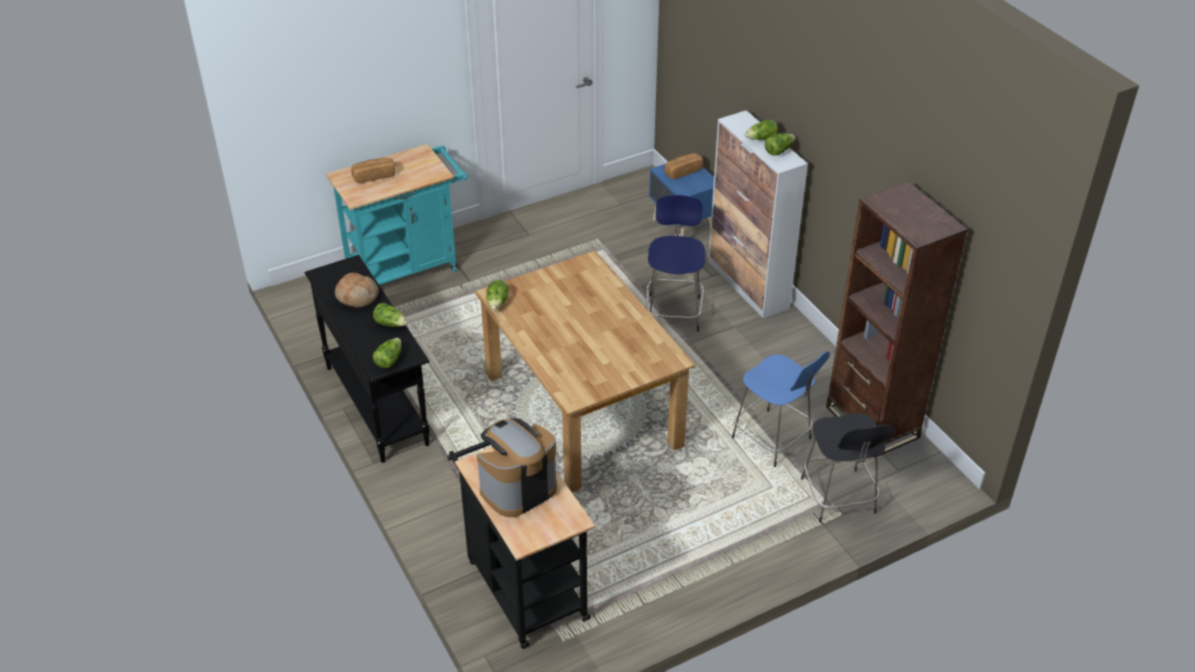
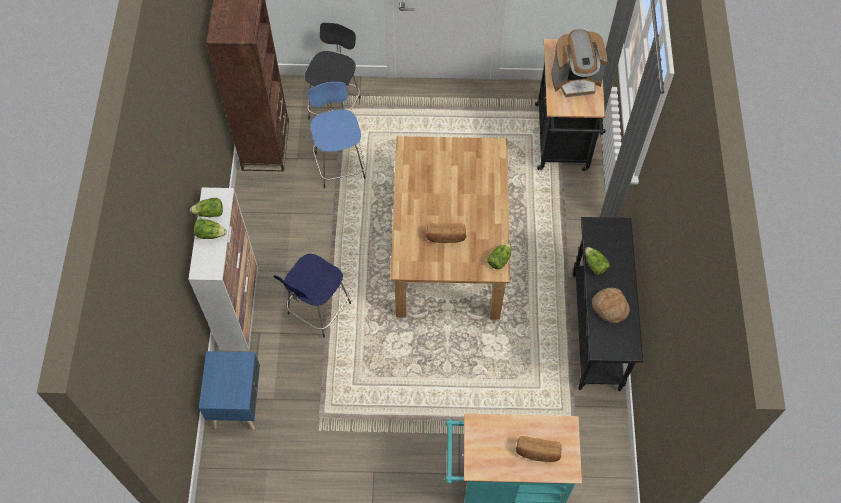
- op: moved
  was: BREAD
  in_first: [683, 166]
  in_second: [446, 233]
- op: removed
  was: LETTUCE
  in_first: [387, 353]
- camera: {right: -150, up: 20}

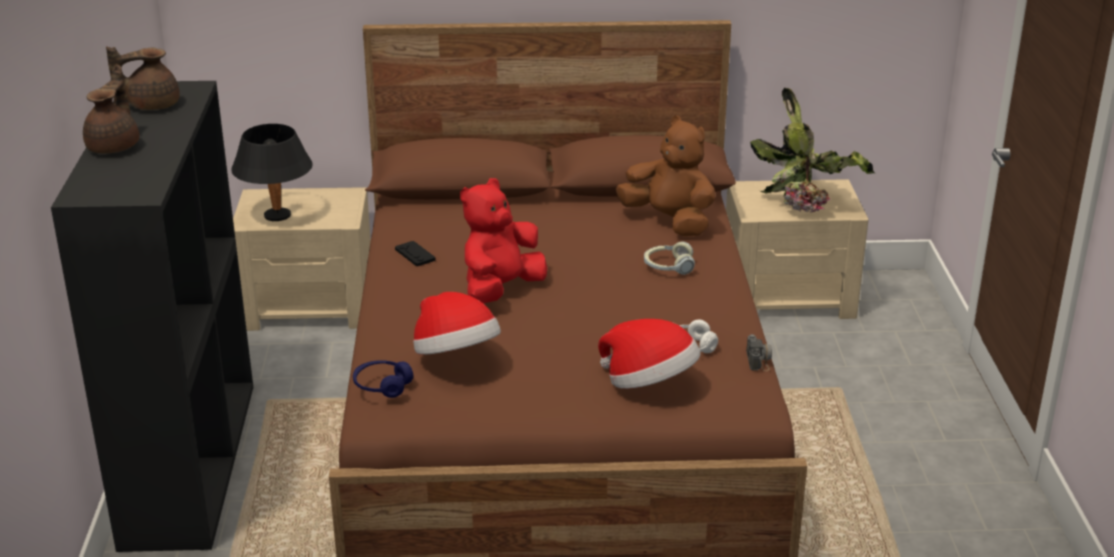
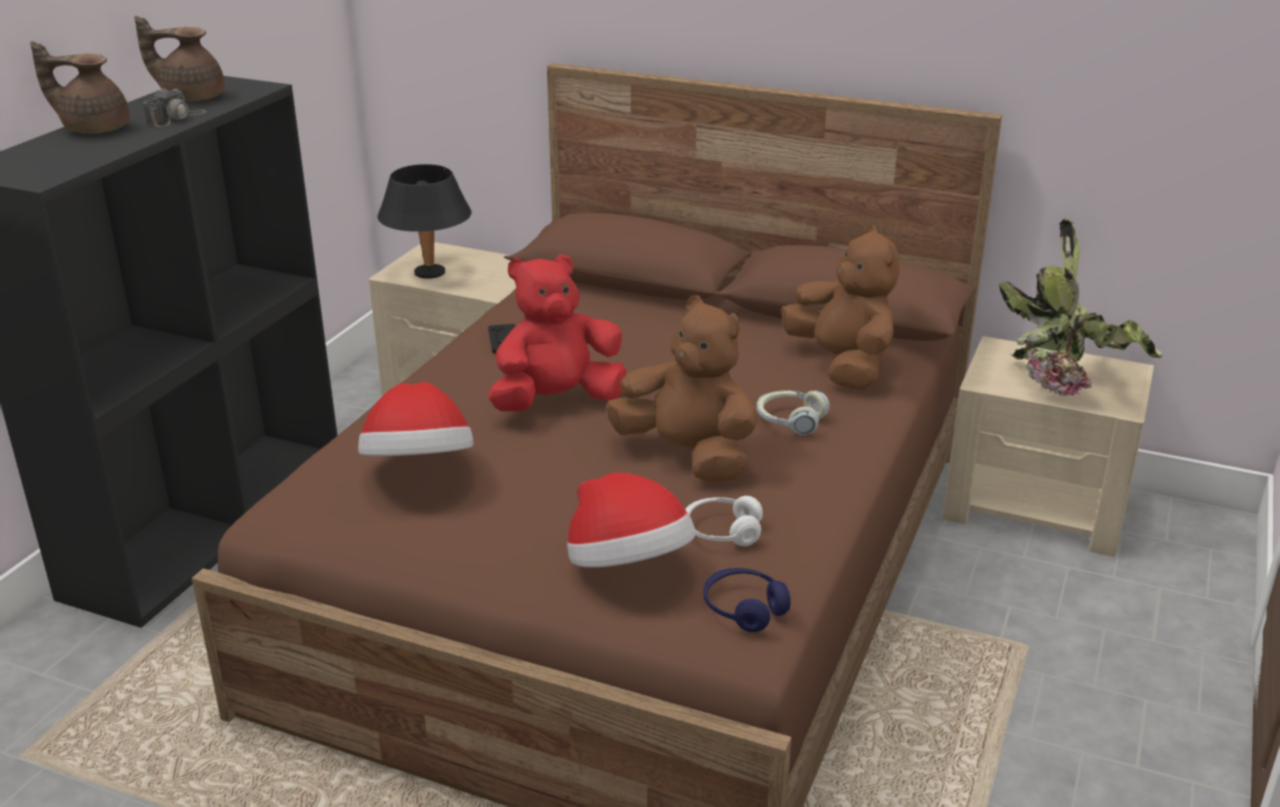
- op: turned
  was: BROWN TEAPOT
  in_first: [111, 109]
  in_second: [80, 87]
  clockwise: -120
- op: moved
  was: PHOTO CAMERA
  in_first: [759, 352]
  in_second: [174, 107]
- op: added
  now: BROWN PLUSH TOY
  in_second: [681, 388]
- op: moved
  was: BLUE HEADPHONES
  in_first: [383, 379]
  in_second: [747, 600]
- camera: {right: 25, up: 0}

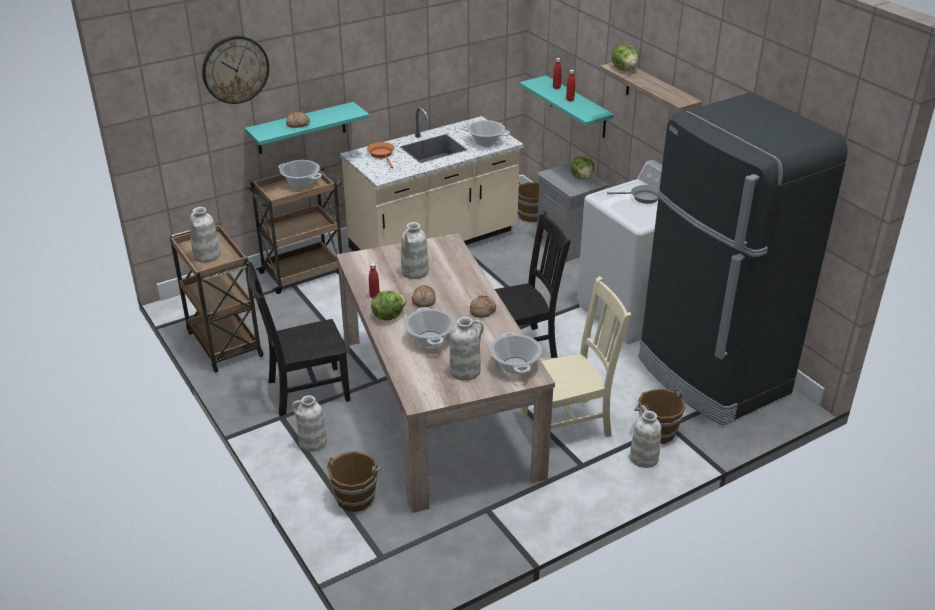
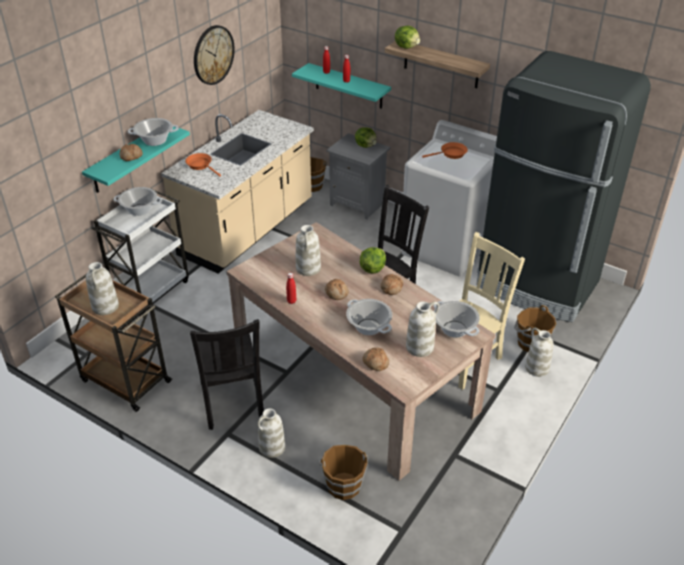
- op: recoloured
  was: BROWN CART
  now: WHITE CART
  in_first: [293, 230]
  in_second: [140, 254]
- op: moved
  was: COOKING POT
  in_first: [486, 133]
  in_second: [153, 132]
- op: turned
  was: BLACK CHAIR
  in_first: [298, 339]
  in_second: [227, 374]
  clockwise: -60
- op: moved
  was: WALL CLOCK
  in_first: [235, 70]
  in_second: [214, 55]
- op: moved
  was: LETTUCE
  in_first: [389, 305]
  in_second: [373, 260]
- op: added
  now: BREAD
  in_second: [375, 359]
- op: recoloured
  was: GREY FRYING PAN
  now: ORANGE FRYING PAN
  in_first: [633, 194]
  in_second: [445, 150]
- camera: {right: -25, up: 5}

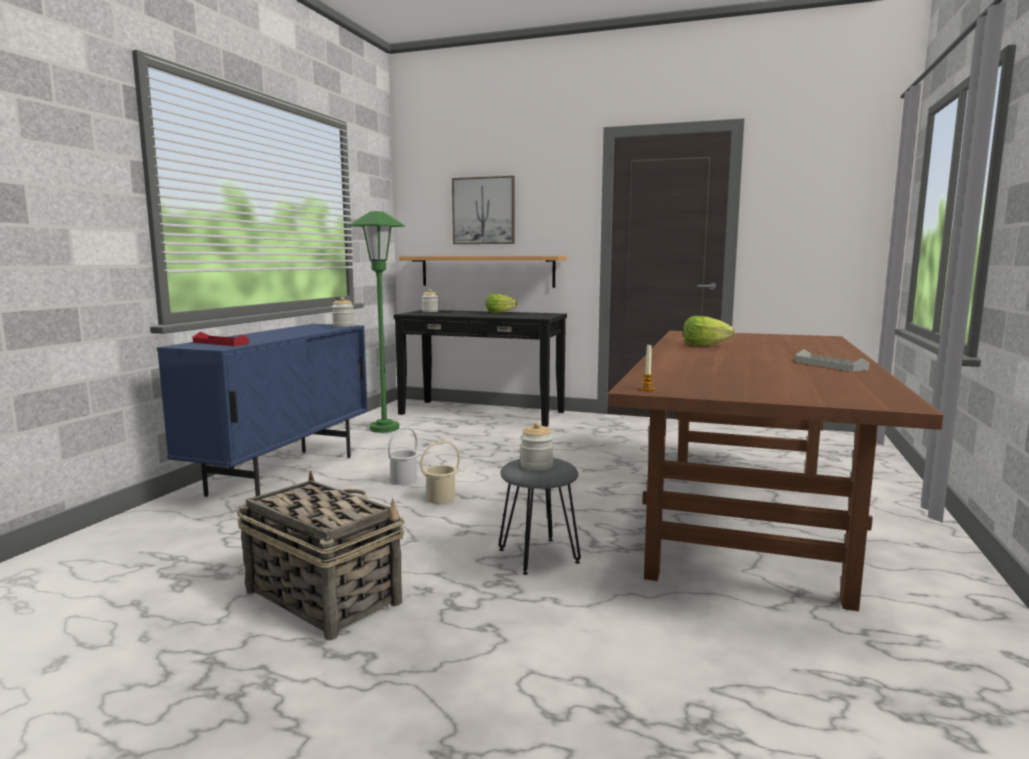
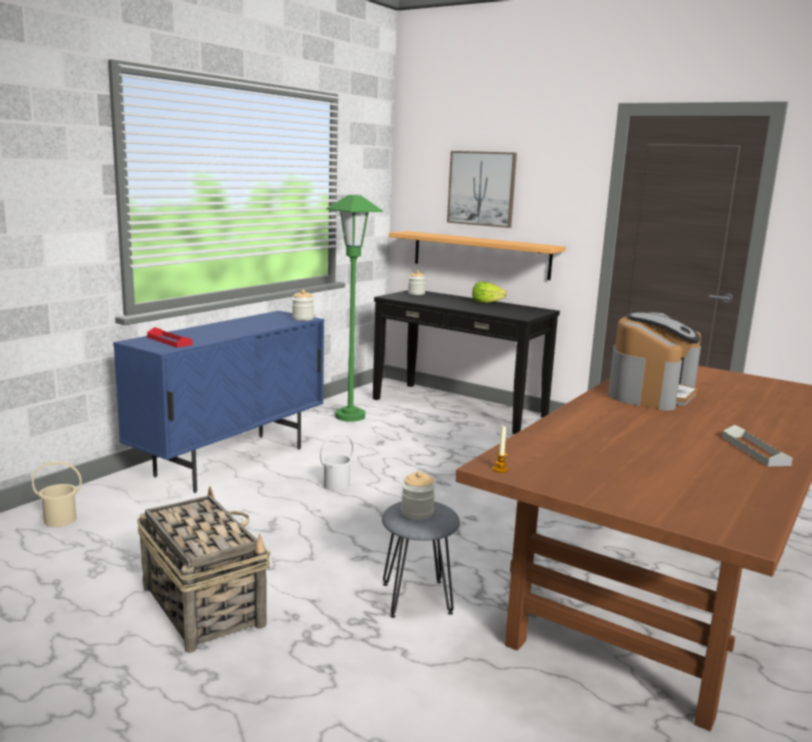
- op: moved
  was: BEIGE BUCKET
  in_first: [440, 472]
  in_second: [57, 494]
- op: replaced
  was: LETTUCE
  now: COFFEE MACHINE
  in_first: [708, 331]
  in_second: [654, 361]
- camera: {right: 15, up: 5}

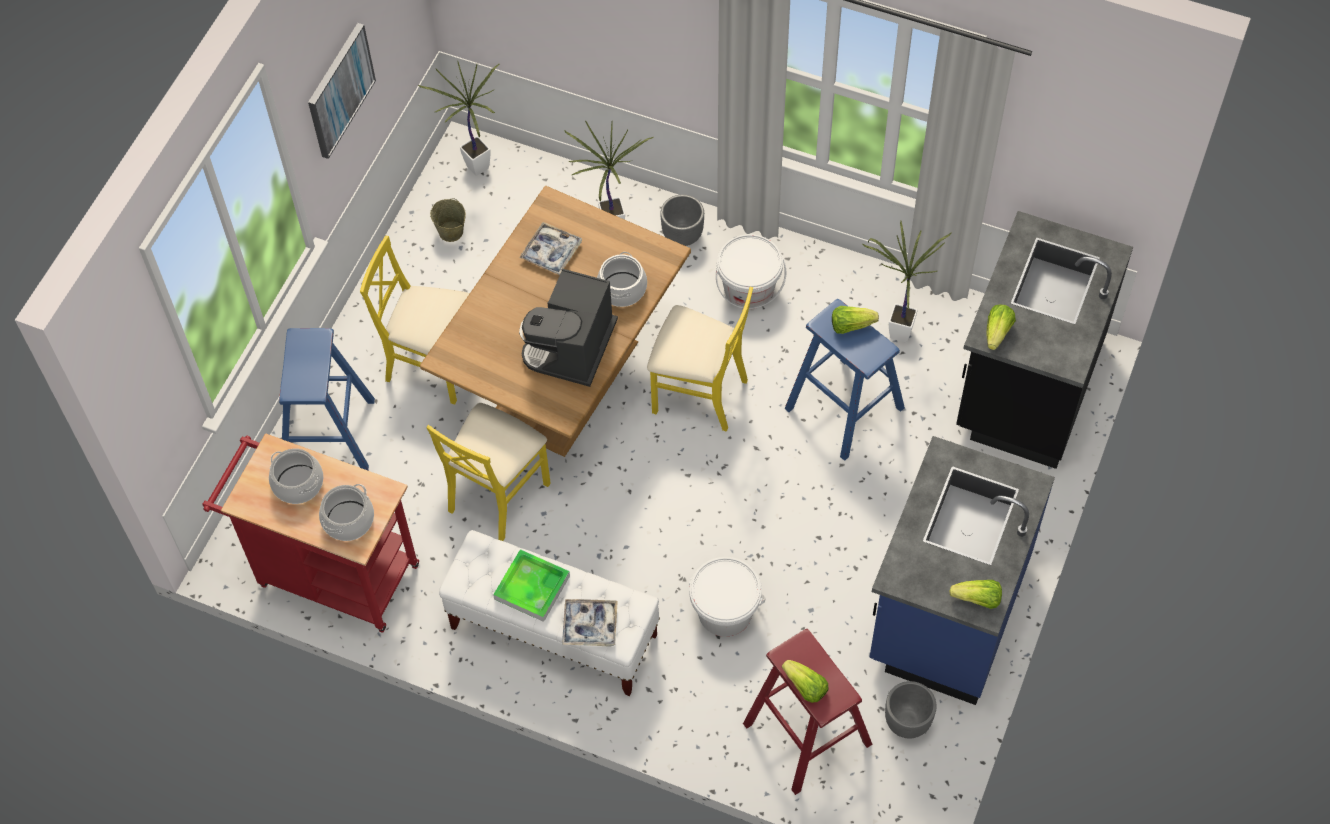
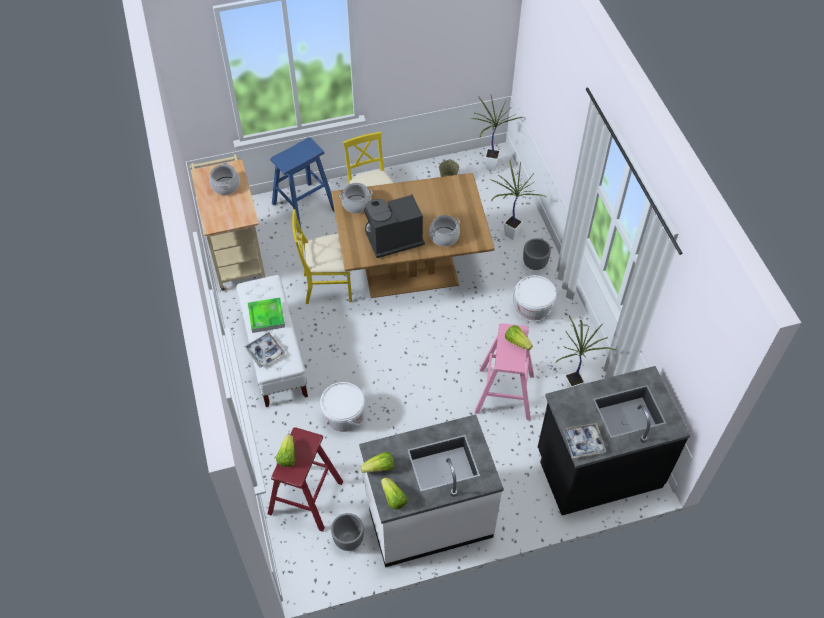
- op: recoloured
  was: RED CART
  now: BEIGE CART
  in_first: [310, 533]
  in_second: [228, 222]
- op: moved
  was: COOKING POT
  in_first: [346, 512]
  in_second: [356, 198]
- op: recoloured
  was: BLUE COUNTER
  now: WHITE COUNTER
  in_first: [962, 570]
  in_second: [431, 490]
- op: moved
  was: LETTUCE
  in_first: [1001, 327]
  in_second: [377, 462]
- op: recoloured
  was: BLUE STOOL
  now: PINK STOOL
  in_first: [845, 380]
  in_second: [504, 371]
- op: moved
  was: TRAY
  in_first: [550, 248]
  in_second: [584, 440]
- op: removed
  was: PICTURE
  in_first: [342, 91]
- op: removed
  was: YELLOW CHAIR
  in_first: [700, 359]
- camera: {right: 50, up: -5}

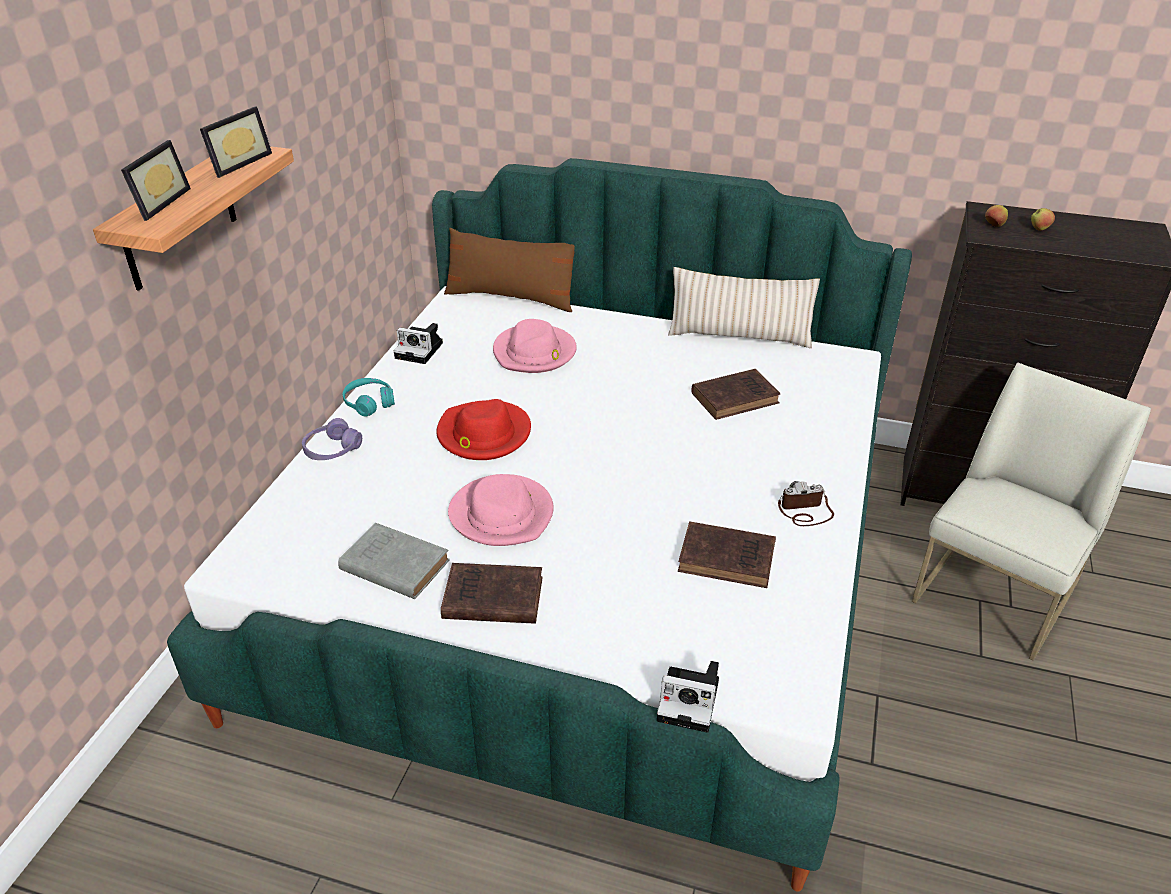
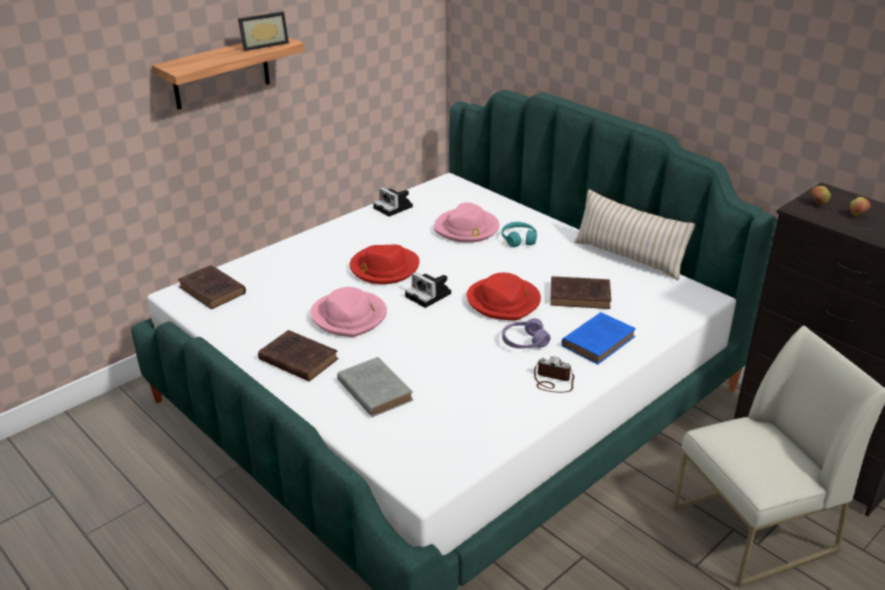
- op: moved
  was: BROWN BOOK
  in_first: [727, 554]
  in_second: [212, 287]
- op: moved
  was: GREY BOOK
  in_first: [394, 561]
  in_second: [375, 387]
- op: moved
  was: PHOTO CAMERA
  in_first: [688, 697]
  in_second: [428, 290]
- op: added
  now: RED HAT
  in_second: [504, 296]
- op: moved
  was: TURQUOISE HEADPHONES
  in_first: [369, 397]
  in_second: [519, 234]
- op: moved
  was: PURPLE HEADPHONES
  in_first: [332, 439]
  in_second: [526, 333]
- op: added
  now: BLUE BOOK
  in_second: [598, 338]
- op: removed
  was: PICTURE FRAME
  in_first: [156, 180]
- op: removed
  was: BROWN PILLOW
  in_first: [509, 270]
- camera: {right: 30, up: -5}

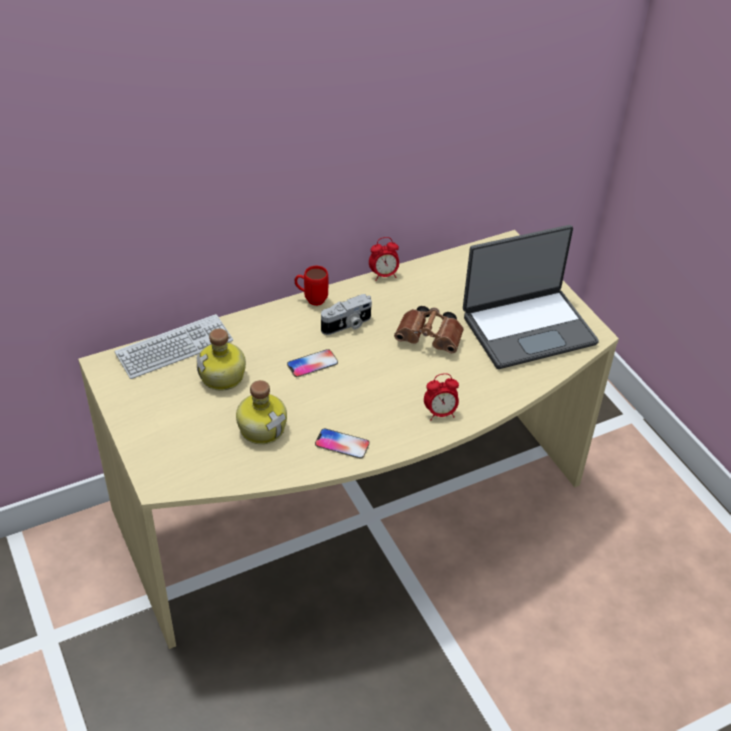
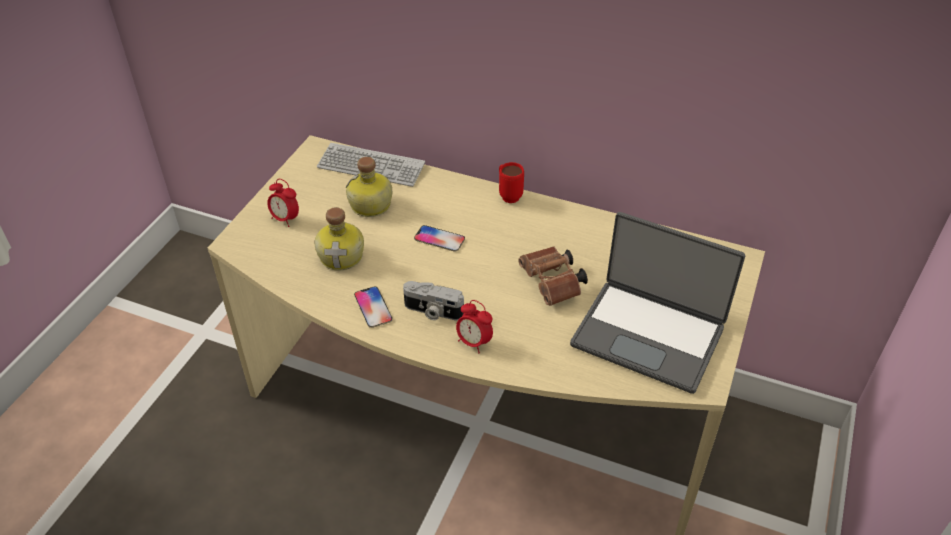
- op: moved
  was: ALARM CLOCK
  in_first: [384, 259]
  in_second: [283, 203]
- op: moved
  was: PHOTO CAMERA
  in_first: [346, 314]
  in_second: [433, 300]
- camera: {right: 50, up: 0}

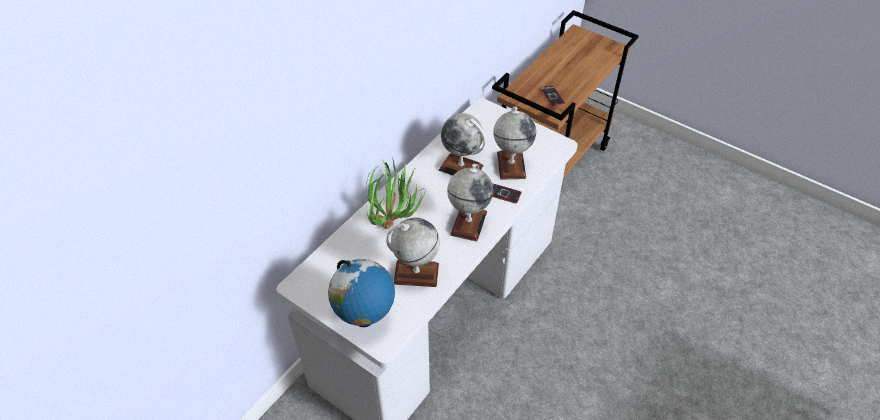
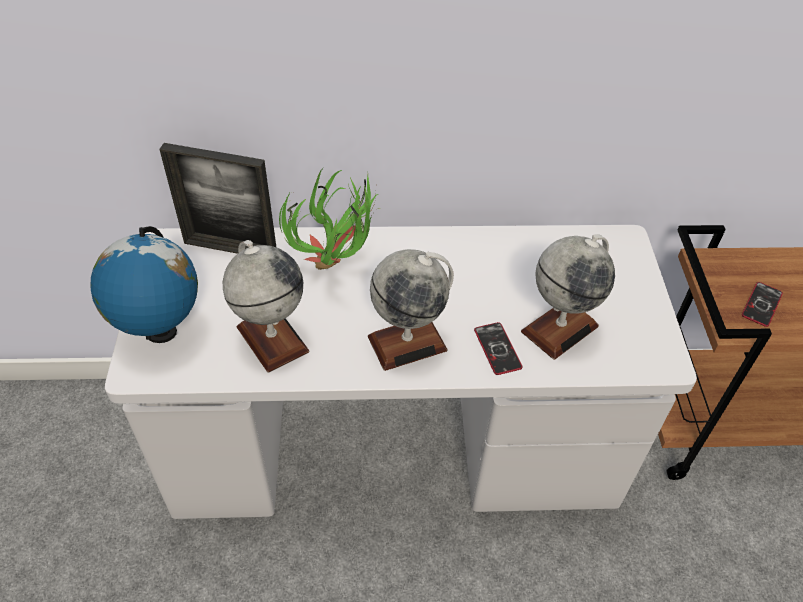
- op: added
  now: PICTURE FRAME
  in_second: [217, 198]
- op: removed
  was: GLOBE
  in_first: [462, 144]
- camera: {right: 50, up: 0}

